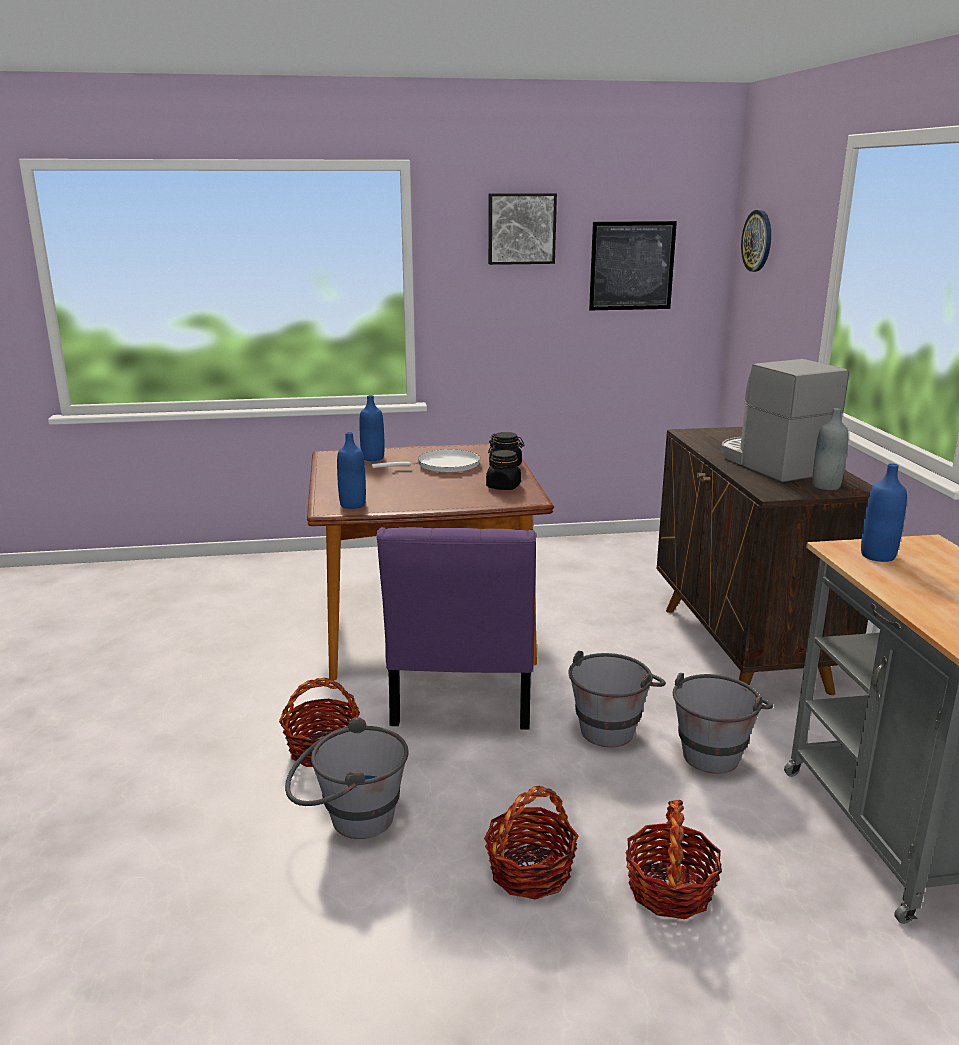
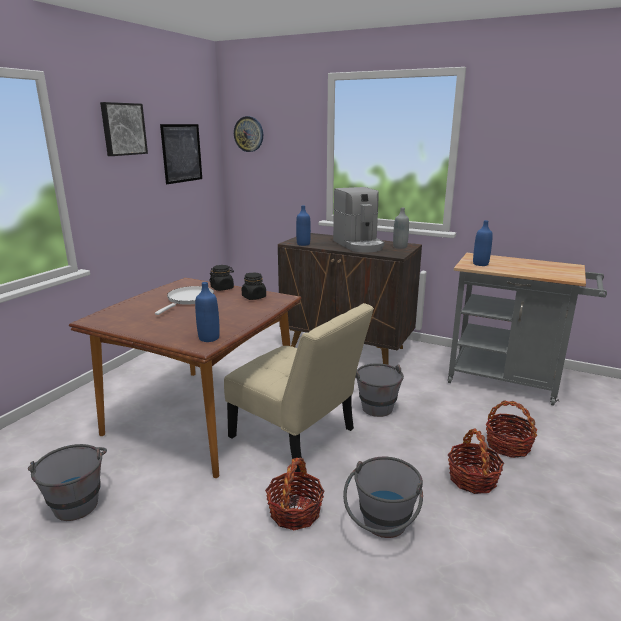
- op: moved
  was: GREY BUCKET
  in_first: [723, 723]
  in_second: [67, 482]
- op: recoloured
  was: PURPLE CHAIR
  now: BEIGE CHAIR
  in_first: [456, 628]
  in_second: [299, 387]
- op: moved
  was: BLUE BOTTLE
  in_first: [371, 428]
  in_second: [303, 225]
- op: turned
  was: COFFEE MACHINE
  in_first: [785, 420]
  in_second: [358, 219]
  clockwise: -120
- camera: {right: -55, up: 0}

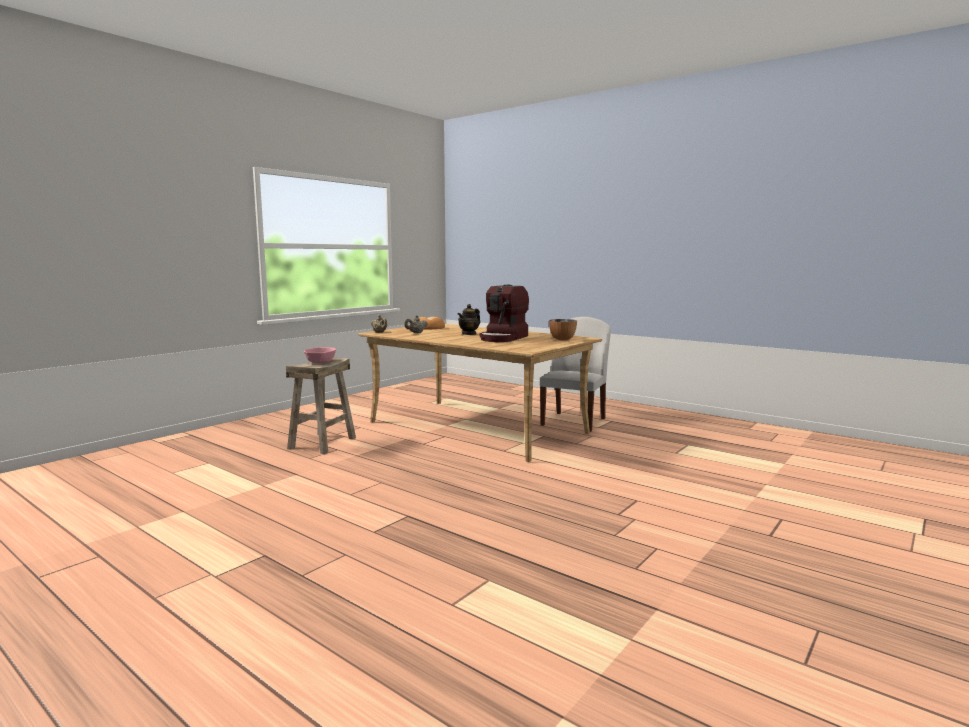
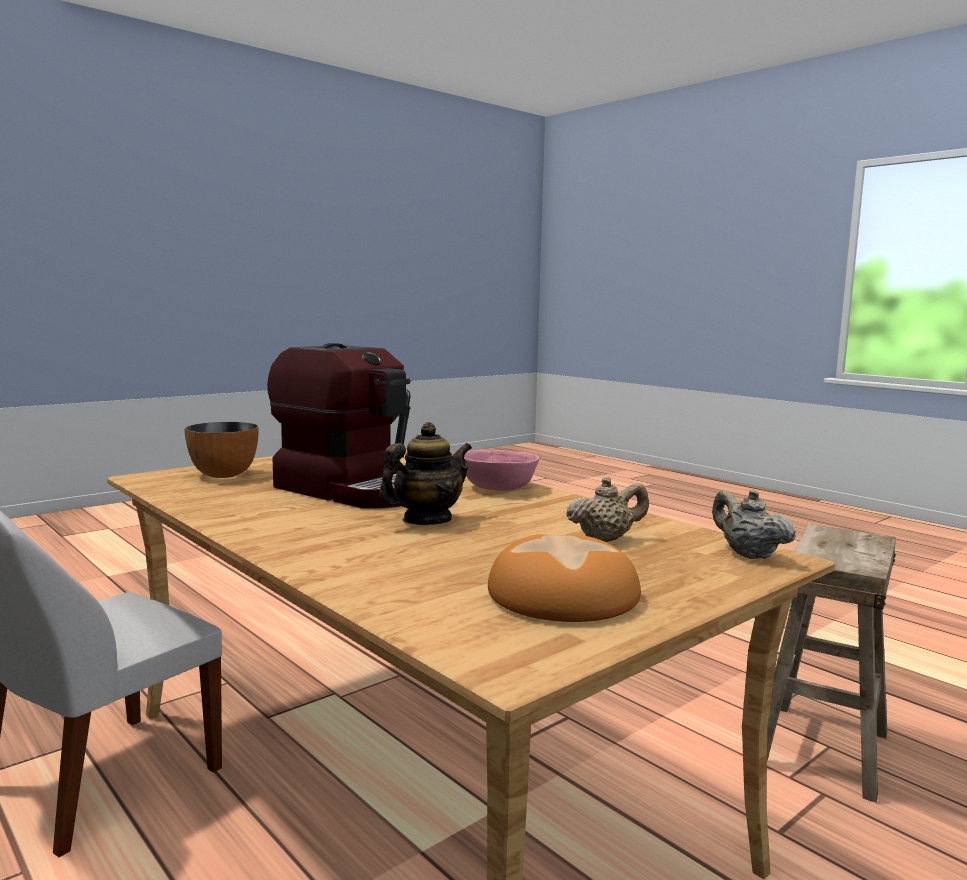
- op: turned
  was: COFFEE MACHINE
  in_first: [504, 313]
  in_second: [339, 425]
  clockwise: 90
- op: moved
  was: PINK BOWL
  in_first: [320, 355]
  in_second: [501, 470]
- camera: {right: -170, up: 0}

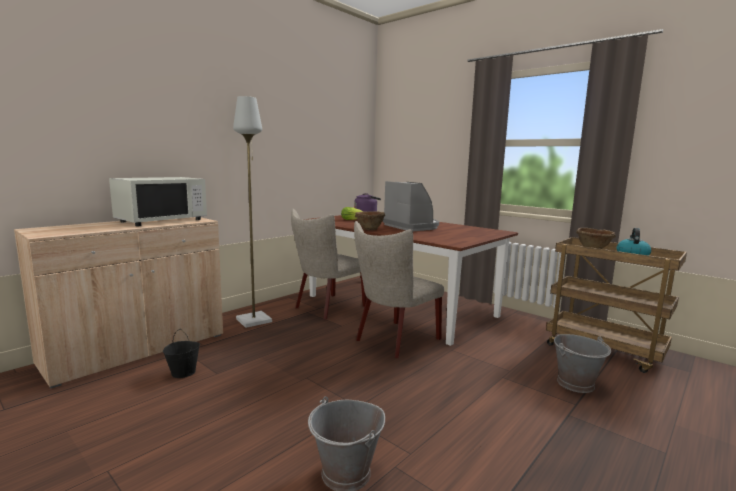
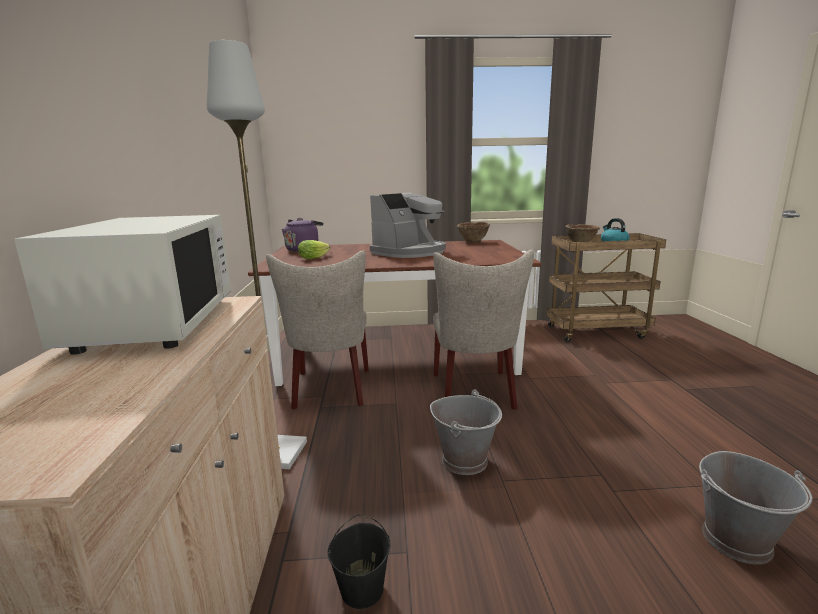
- op: turned
  was: COFFEE MACHINE
  in_first: [411, 206]
  in_second: [408, 225]
  clockwise: 120
- op: moved
  was: GREY BUCKET
  in_first: [582, 363]
  in_second: [466, 432]
- op: moved
  was: BROWN BOWL
  in_first: [370, 220]
  in_second: [473, 232]
- camera: {right: -45, up: 5}

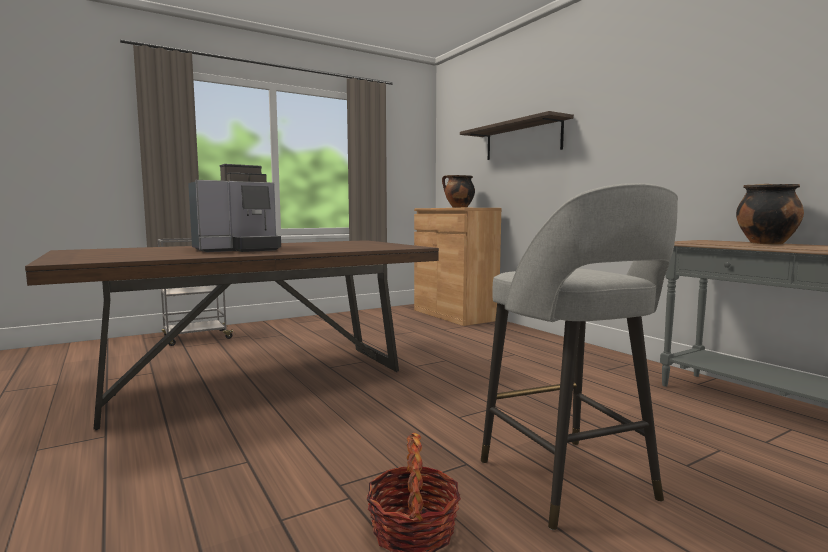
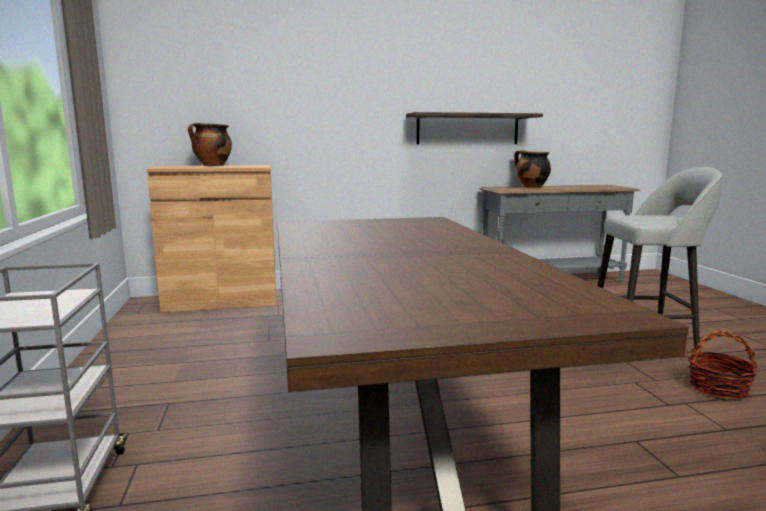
- op: moved
  was: SHELF
  in_first: [517, 135]
  in_second: [474, 128]
- op: removed
  was: COFFEE MACHINE
  in_first: [234, 208]
- camera: {right: -70, up: 5}

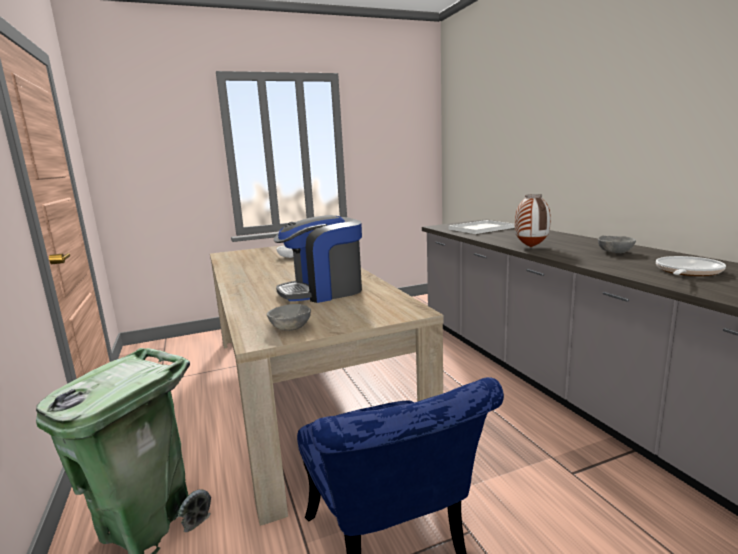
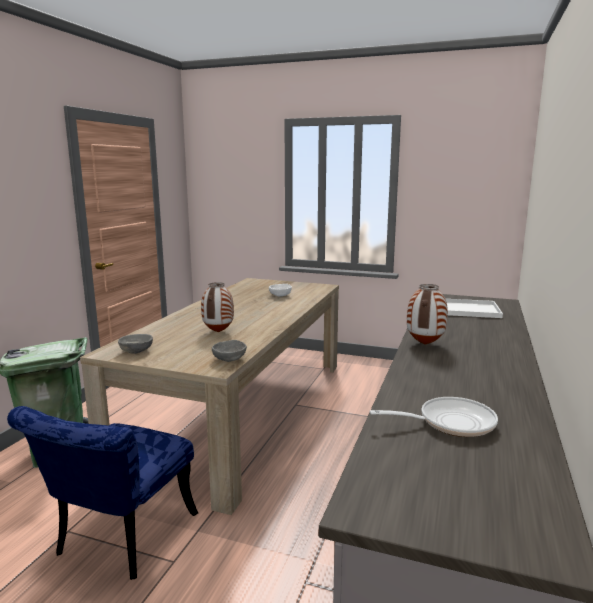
- op: replaced
  was: COFFEE MACHINE
  now: VASE
  in_first: [318, 259]
  in_second: [217, 307]
- op: moved
  was: GREY BOWL
  in_first: [617, 244]
  in_second: [229, 351]
- camera: {right: 40, up: 0}

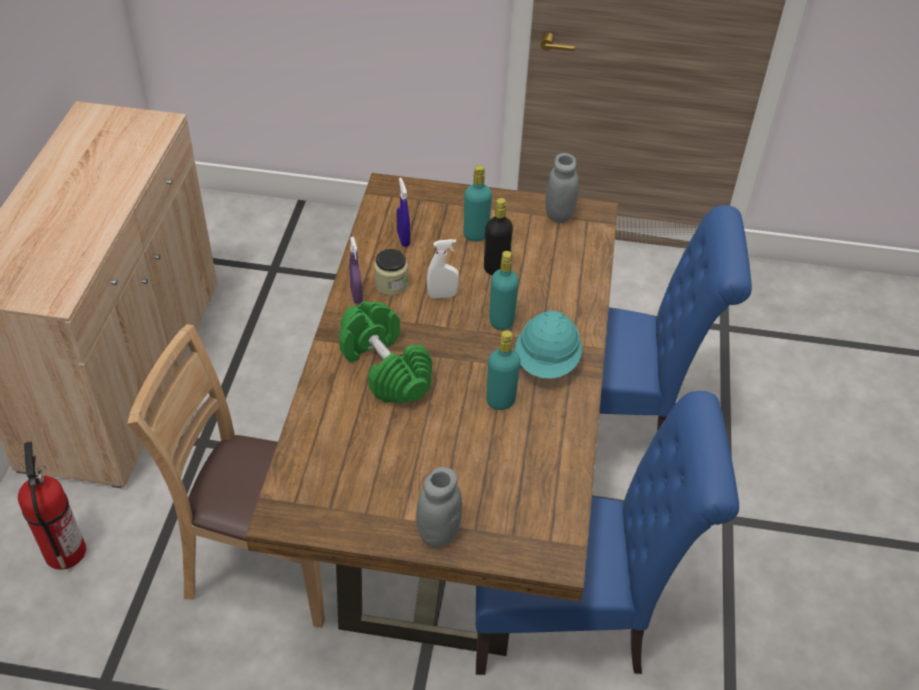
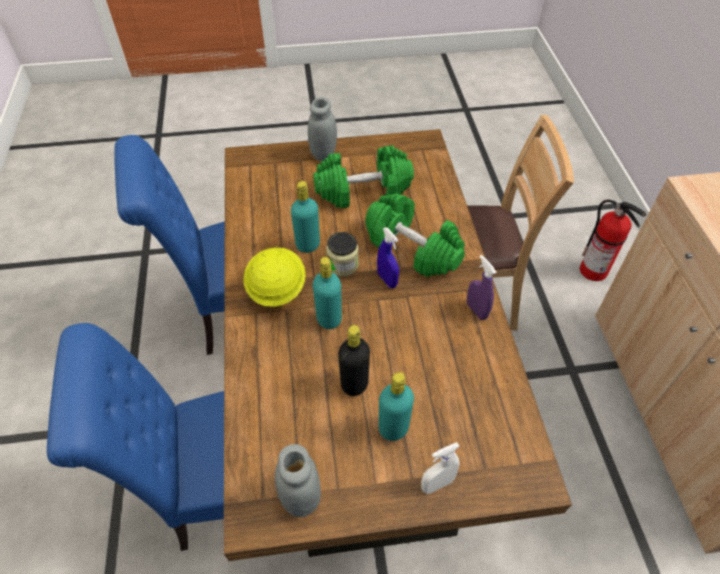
- op: recoloured
  was: TURQUOISE HARD HAT
  now: YELLOW HARD HAT
  in_first: [548, 345]
  in_second: [274, 277]
- op: added
  now: GREEN DUMBBELL
  in_second: [363, 177]
- op: moved
  was: JAR
  in_first: [391, 272]
  in_second: [342, 254]
- op: moved
  was: BLUE SPRAY BOTTLE
  in_first: [403, 212]
  in_second: [388, 257]
- op: moved
  was: WHITE SPRAY BOTTLE
  in_first: [443, 269]
  in_second: [440, 468]
- camera: {right: 165, up: 5}

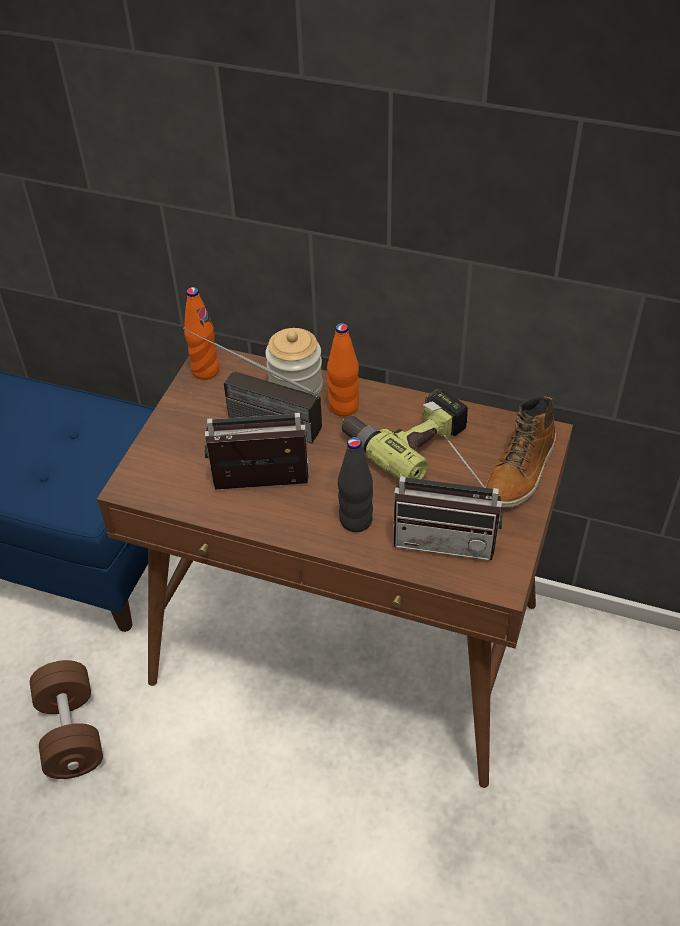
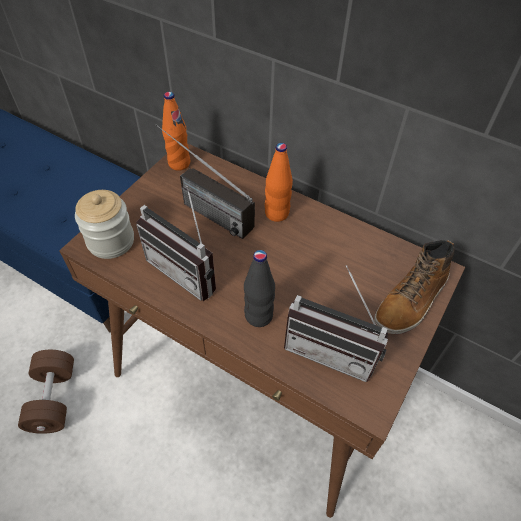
- op: moved
  was: JAR
  in_first: [294, 362]
  in_second: [104, 224]
- op: turned
  was: RADIO
  in_first: [256, 451]
  in_second: [176, 243]
  clockwise: -150
- op: removed
  was: POWER DRILL
  in_first: [405, 435]
- camera: {right: 10, up: 5}

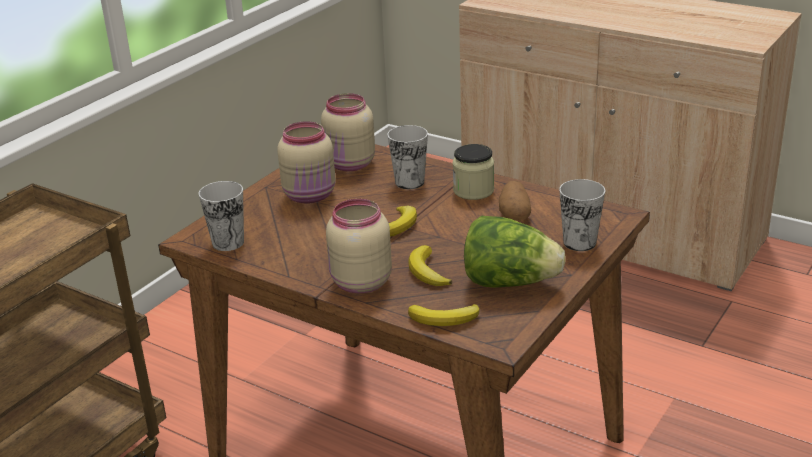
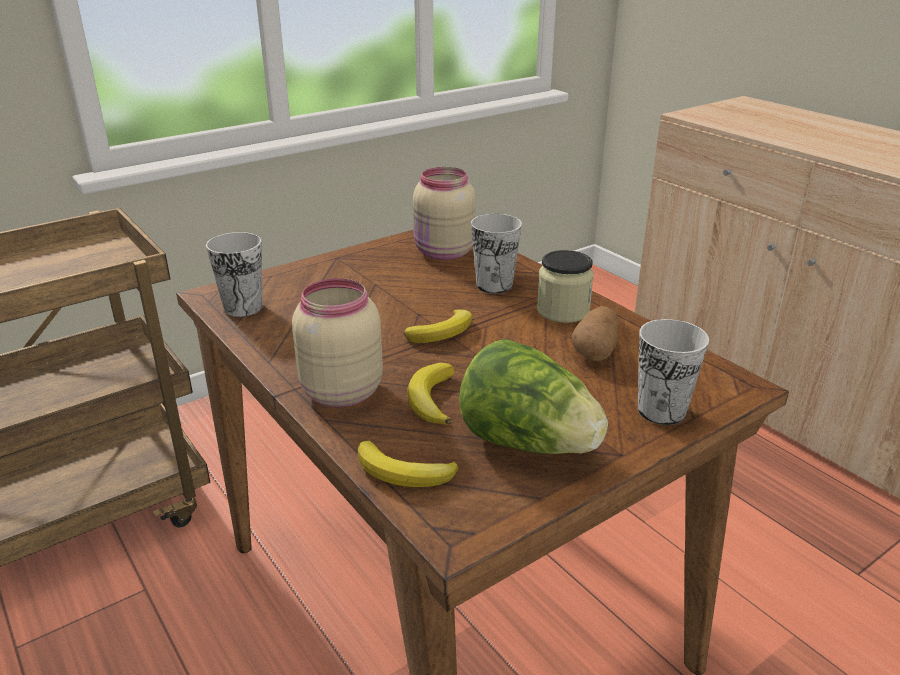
- op: removed
  was: BEIGE JAR
  in_first: [306, 162]
- camera: {right: 20, up: 0}

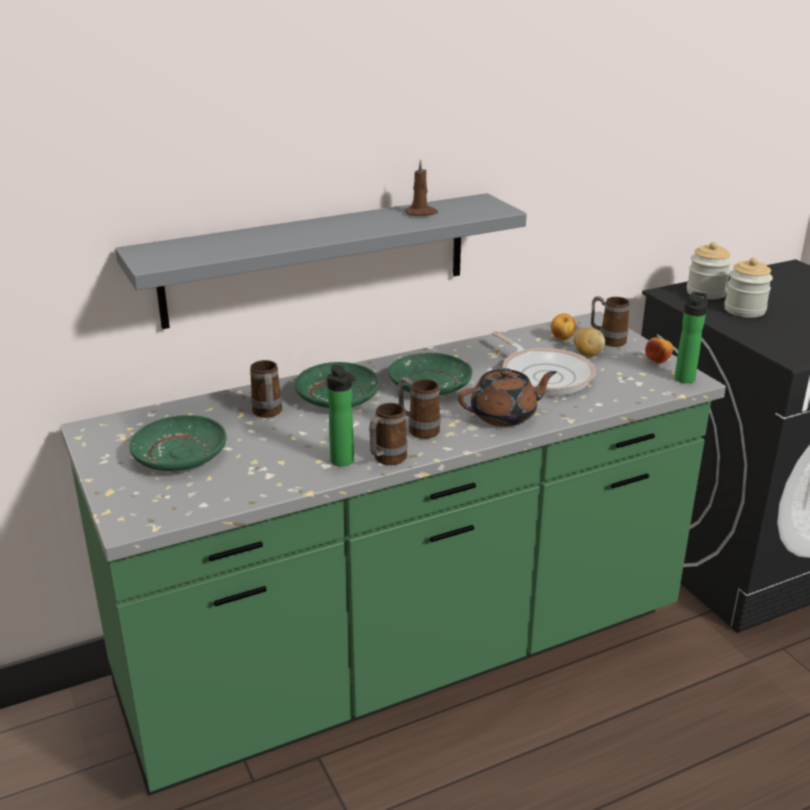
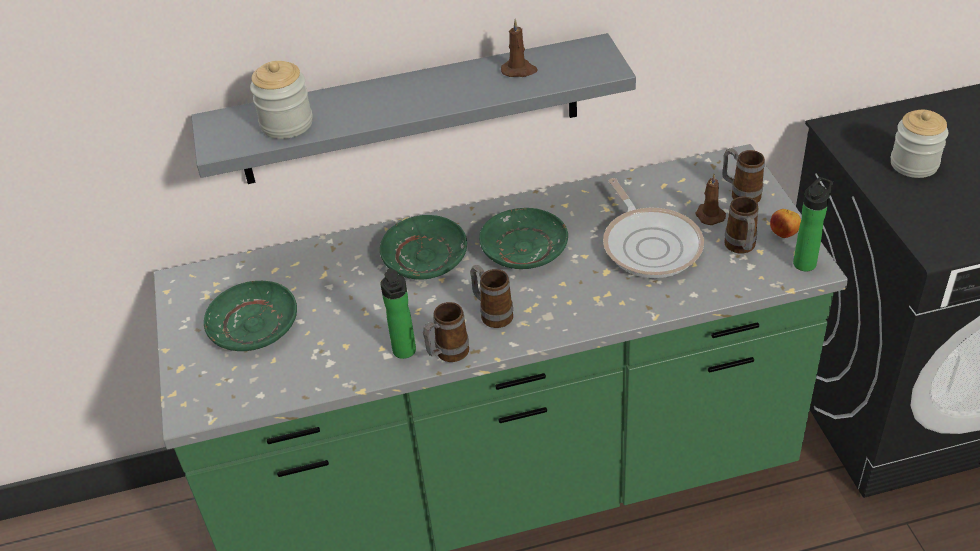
- op: moved
  was: JAR
  in_first: [709, 271]
  in_second: [281, 100]
- op: replaced
  was: POTATO
  now: BROWN CANDLE
  in_first: [589, 342]
  in_second: [710, 199]
- op: moved
  was: MUG
  in_first: [266, 389]
  in_second: [741, 225]
- op: removed
  was: BROWN TEAPOT
  in_first: [507, 397]
- op: removed
  was: APPLE
  in_first: [563, 326]
- camera: {right: 15, up: 15}

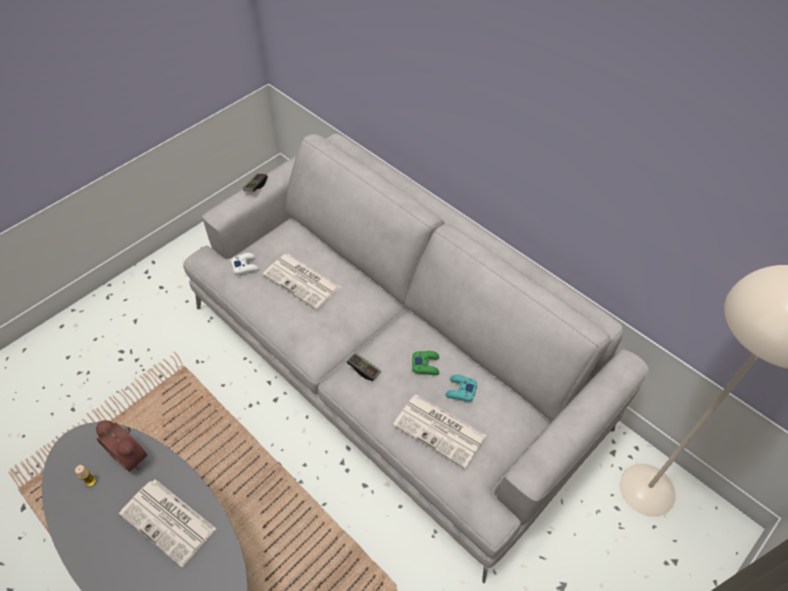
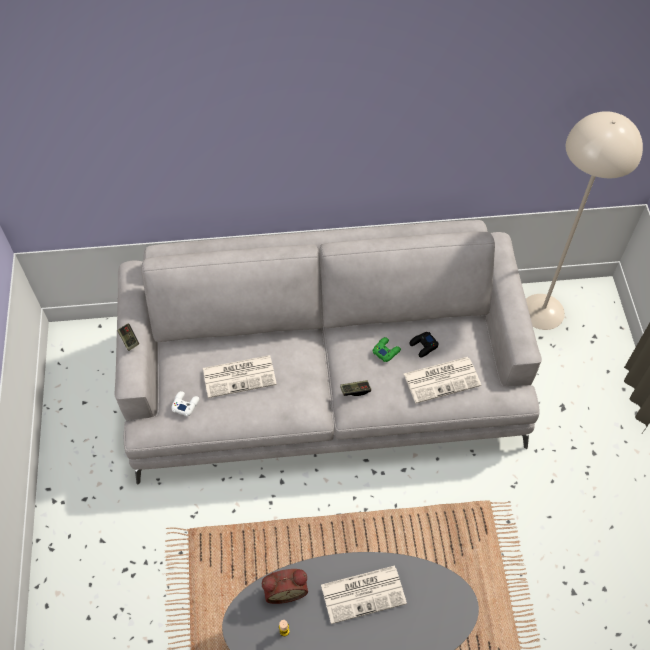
- op: recoloured
  was: TURQUOISE GAME CONTROLLER
  now: BLACK GAME CONTROLLER
  in_first: [461, 388]
  in_second: [423, 345]
- camera: {right: -50, up: 5}

